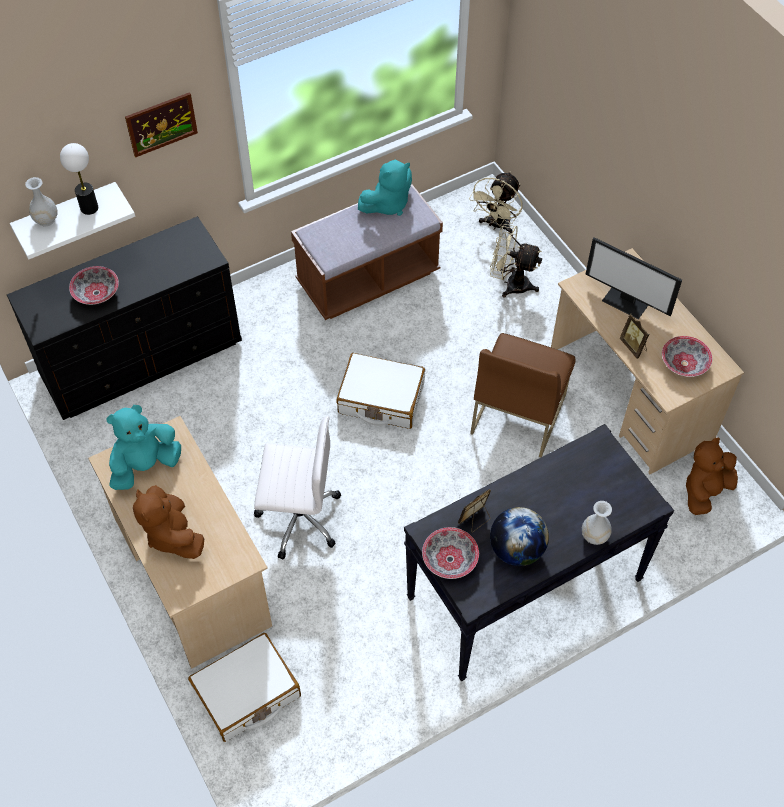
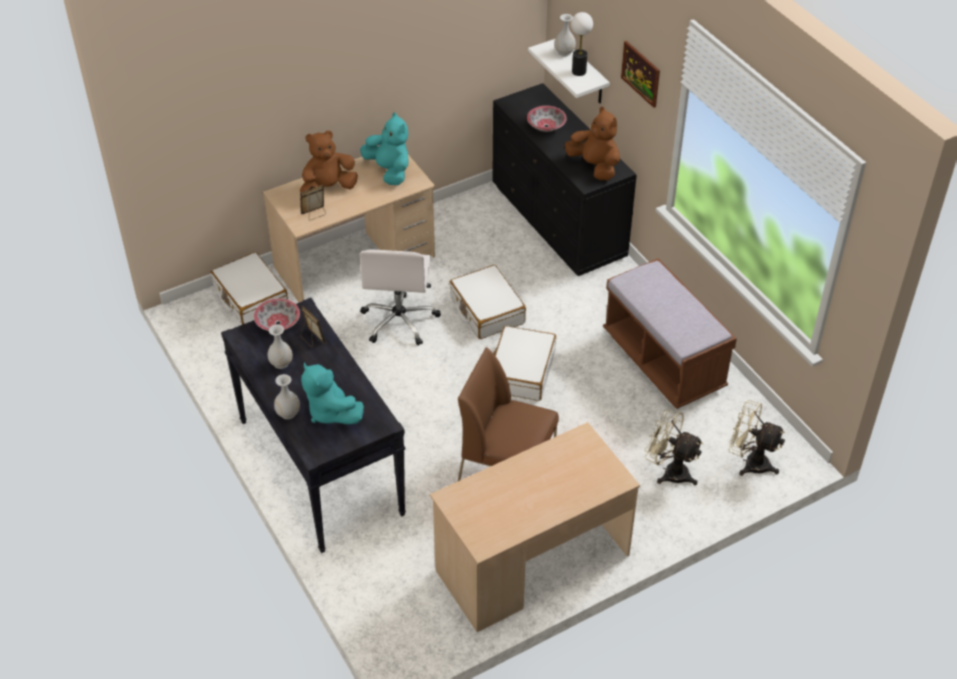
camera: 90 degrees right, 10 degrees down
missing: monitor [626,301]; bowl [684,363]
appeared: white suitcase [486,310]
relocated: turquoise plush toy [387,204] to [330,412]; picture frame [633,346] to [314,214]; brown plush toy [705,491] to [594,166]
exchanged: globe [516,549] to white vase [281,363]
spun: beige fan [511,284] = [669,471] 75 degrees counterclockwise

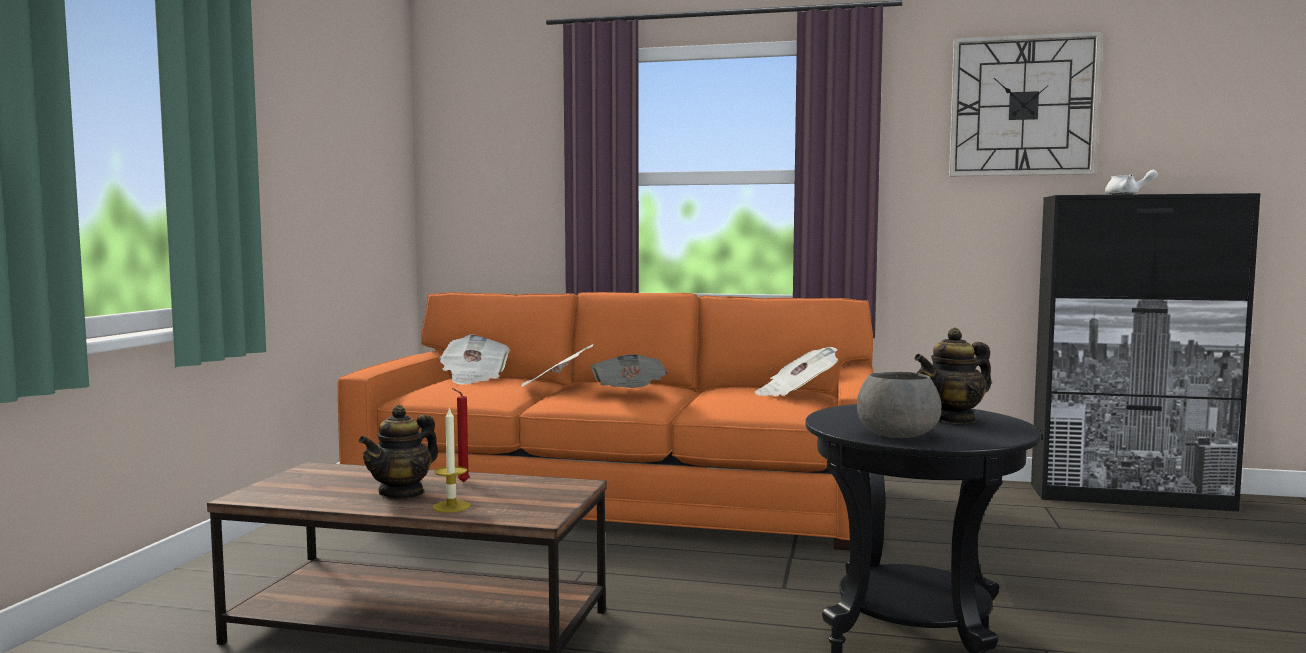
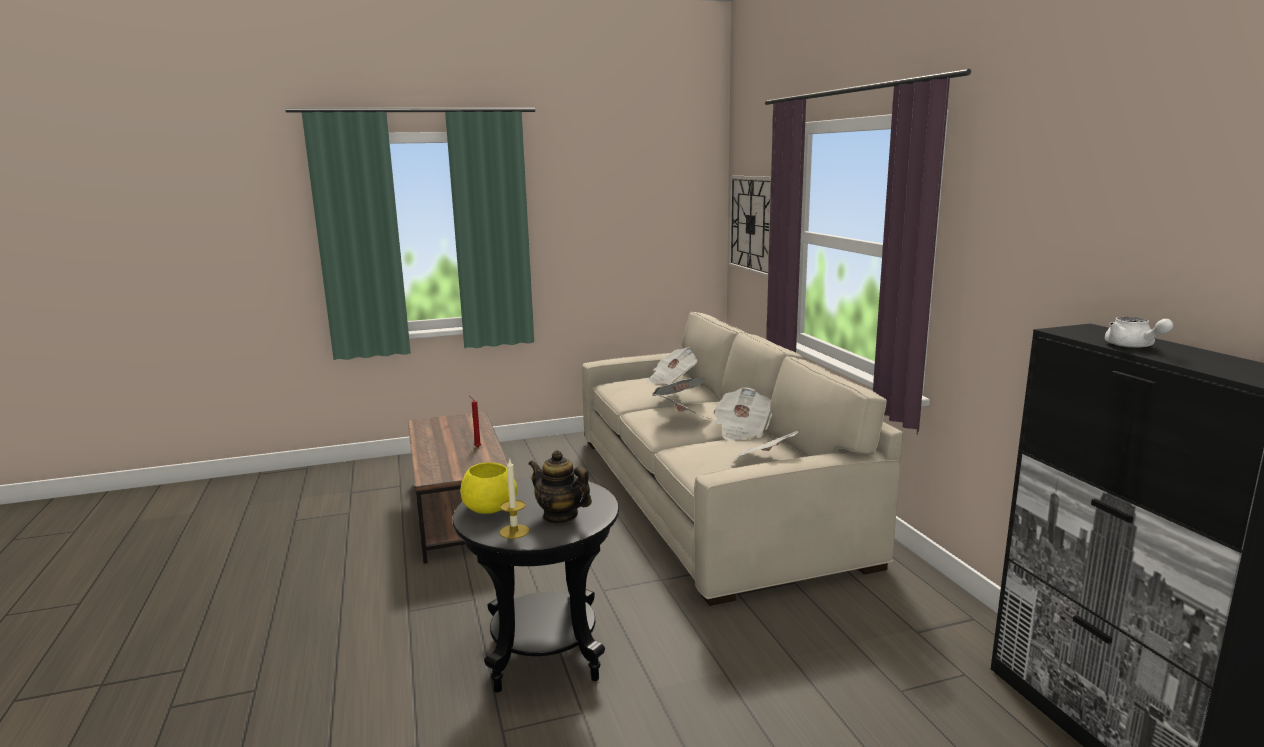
camera: 60 degrees right, 10 degrees up
missing: teapot [402,493]
appeared: newspaper [742,430]
relocated: wall clock [1023,106] to [752,224]; candle [451,506] to [514,531]
colour: orange sofa [621,498] to beige sofa [709,495]; grey bowl [896,434] to yellow bowl [489,507]

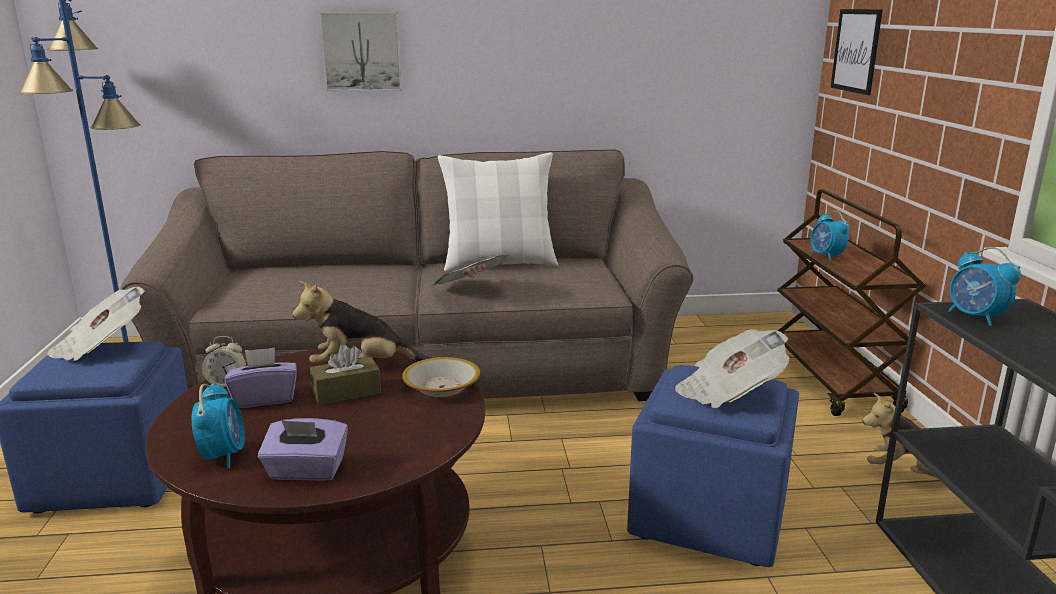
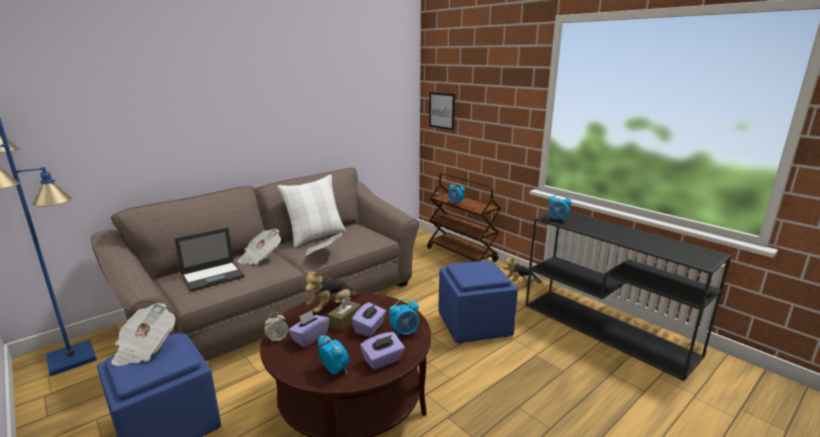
camera: 35 degrees left, 0 degrees up
missing: picture [362,51]; bowl [441,388]
appeared: laptop [213,276]; alarm clock [405,333]; purple tissue box [370,328]
relocated: newspaper [729,392] to [260,257]

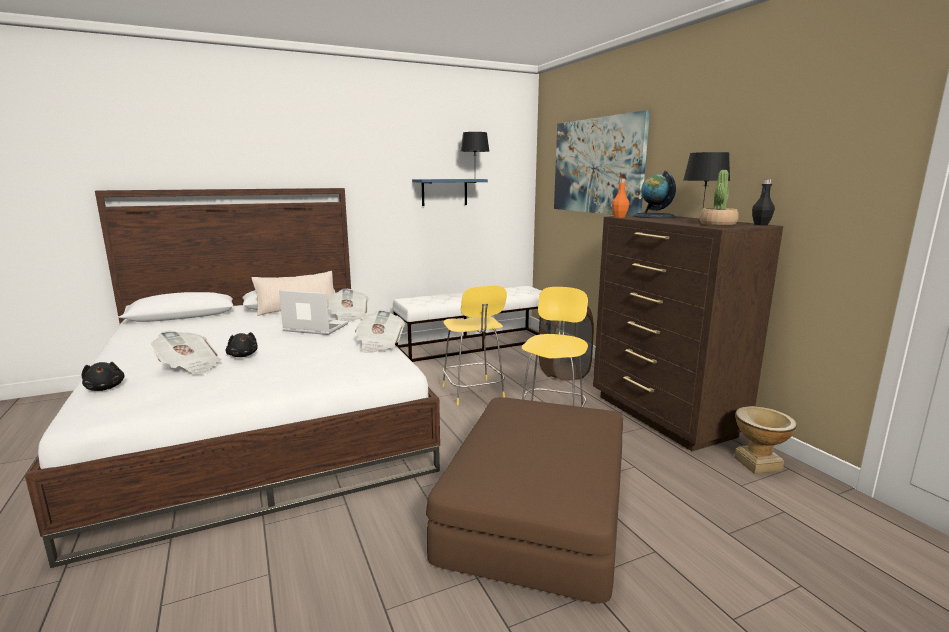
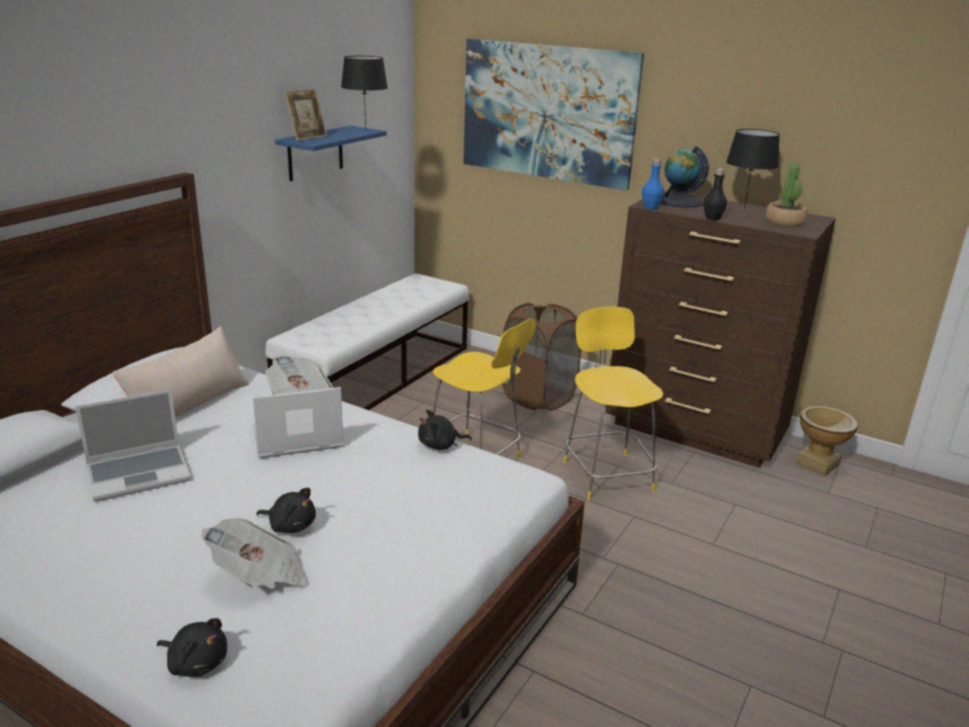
camera: 35 degrees left, 10 degrees up
missing: brown ottoman [537,507]
appeared: picture frame [307,137]; laptop [140,473]
relocated: black bottle [761,224] to [712,218]
exchanged: newspaper [379,345] to black plush toy [440,445]
colour: orange bottle [619,217] to blue bottle [651,207]

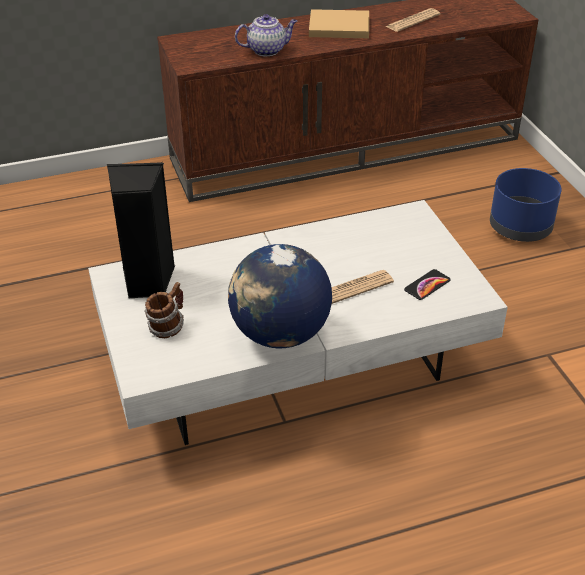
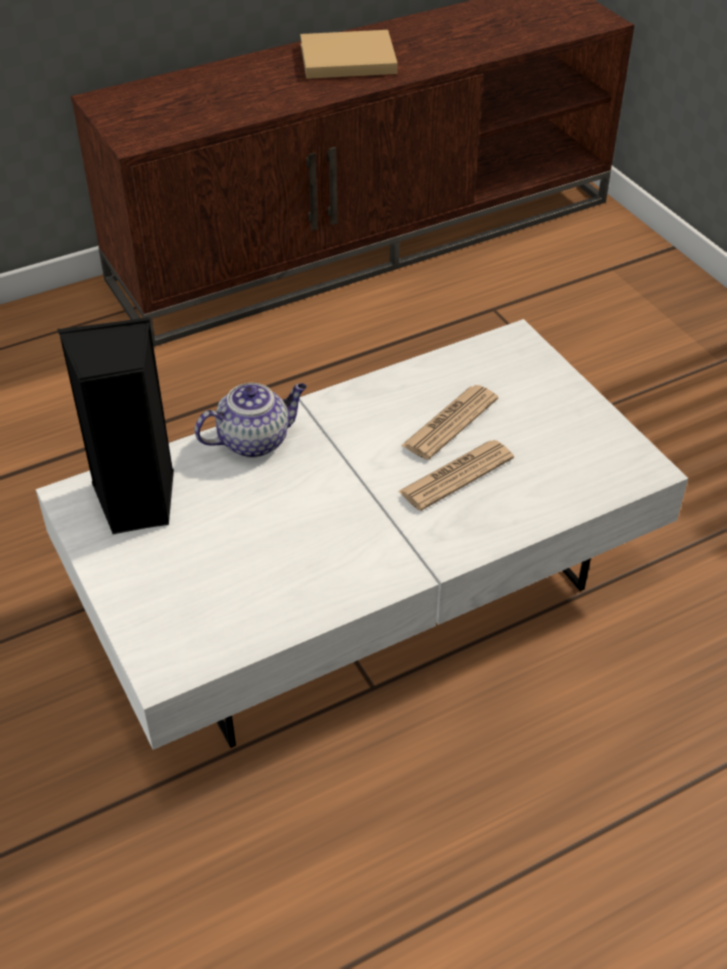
camera: 10 degrees left, 5 degrees up
missing: blue planter [520,228]; globe [280,334]; phone [427,285]; mug [167,327]
relocated: newspaper [413,21] to [450,423]; teapot [267,50] to [255,440]

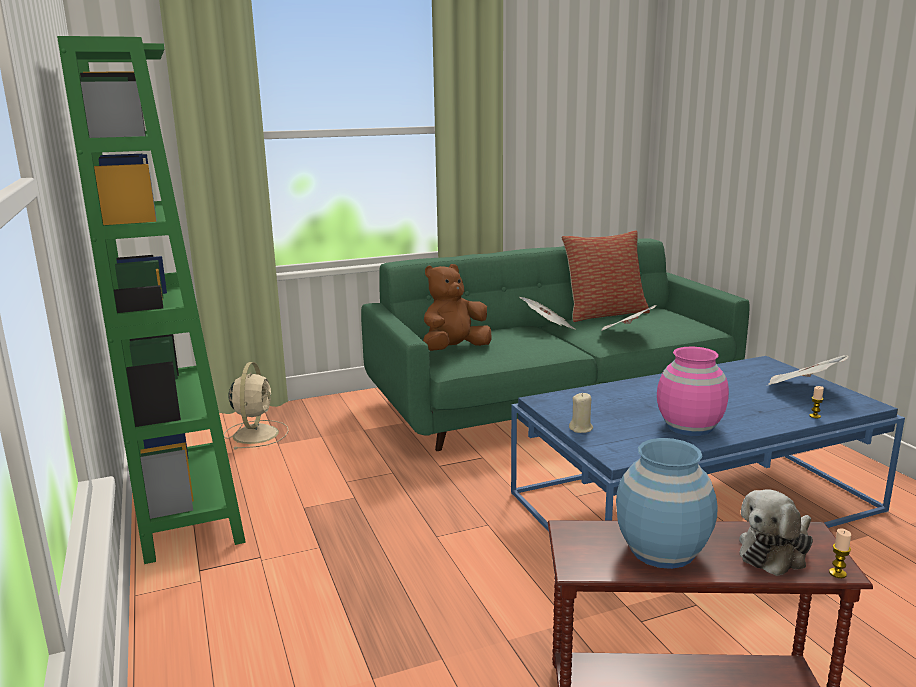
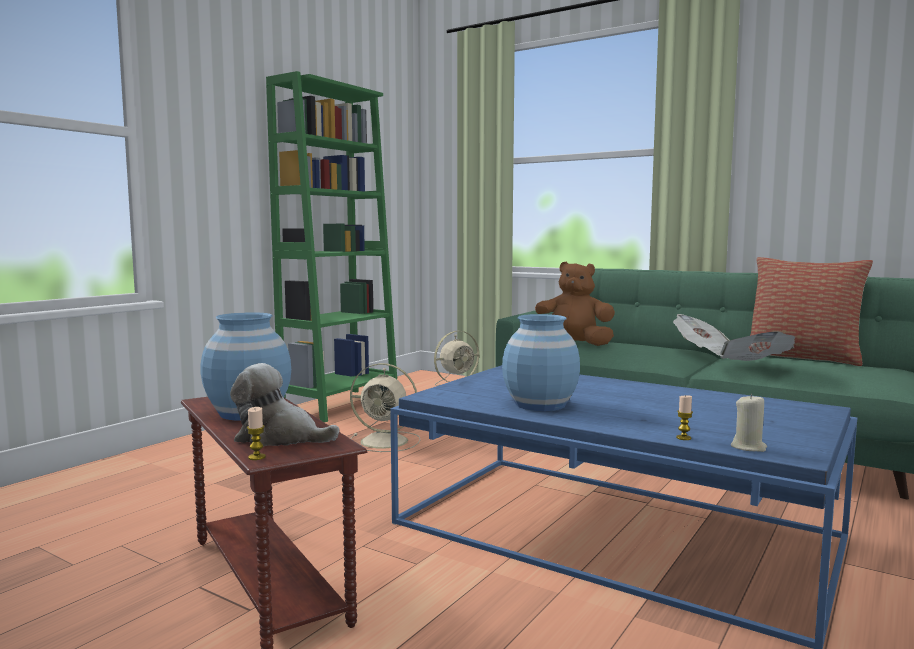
camera: 55 degrees right, 10 degrees down
missing: newspaper [801,389]
appeared: beige fan [386,441]
relocated: beige candle [581,428] to [748,447]
colour: pink vase [689,426] to blue vase [540,404]

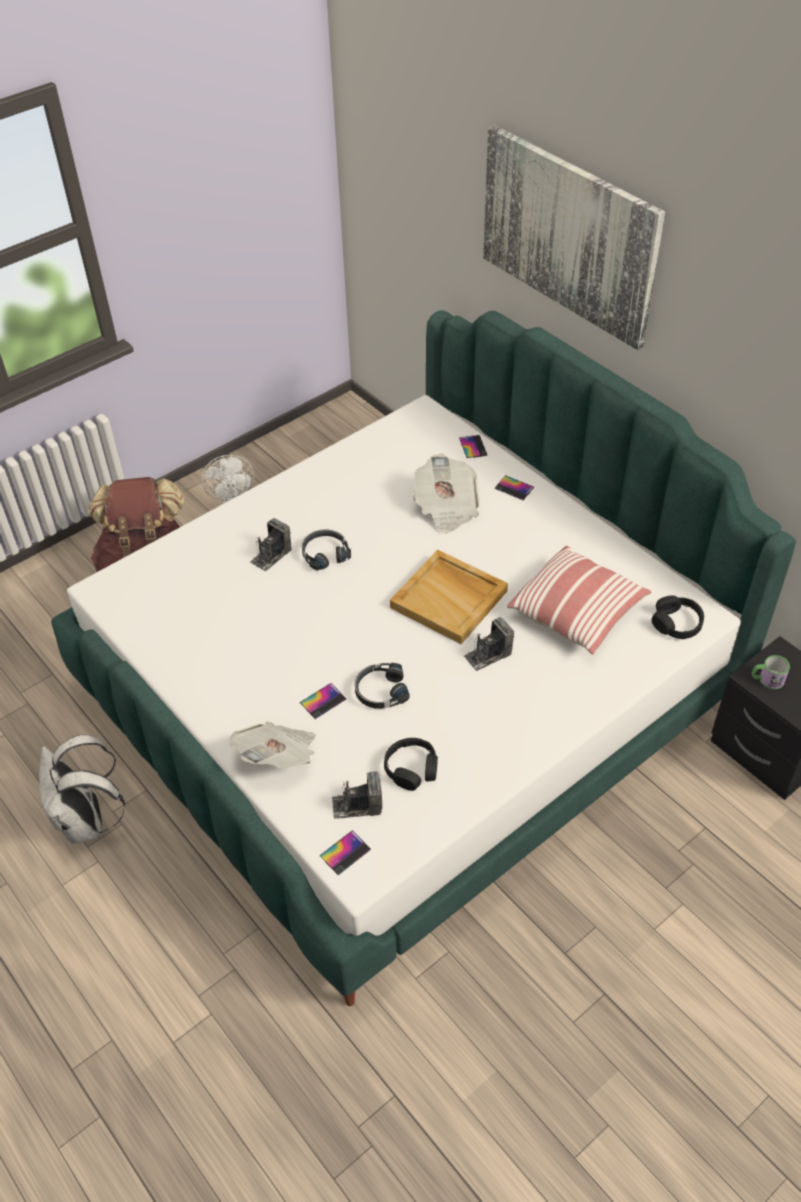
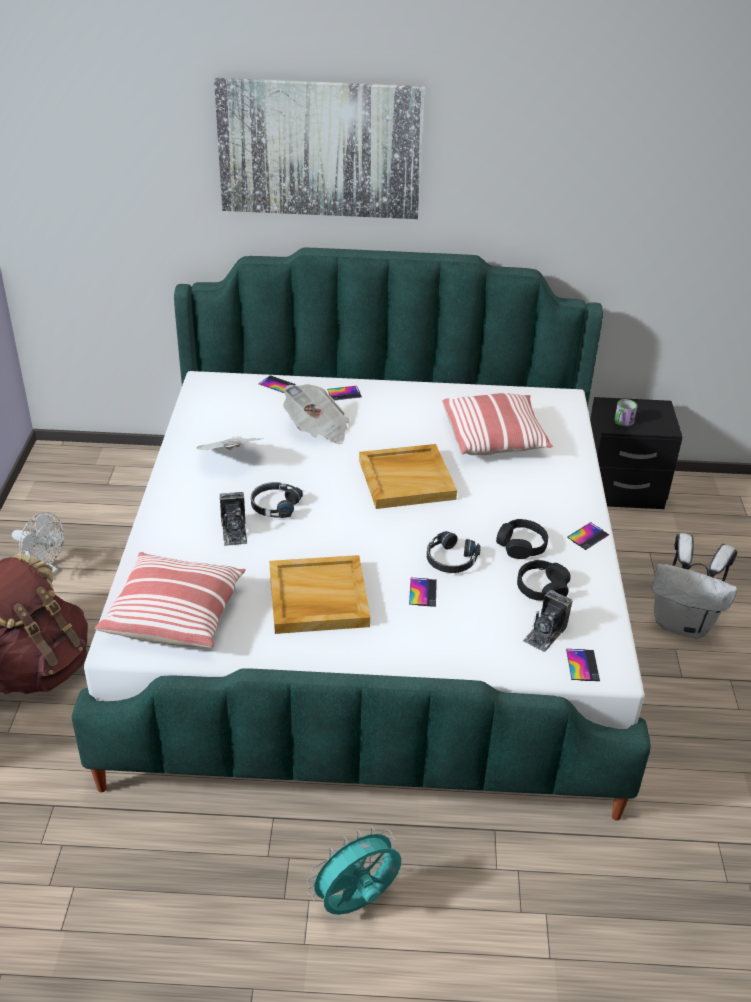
camera: 50 degrees left, 10 degrees down
missing: photo camera [488,655]
appeared: phone [588,536]; pillow [175,614]; beige tray [317,598]; turquoise fan [357,903]
relocated: black headphones [676,623] to [521,545]; newspaper [278,757] to [230,458]; white backpack [87,822] to [683,624]

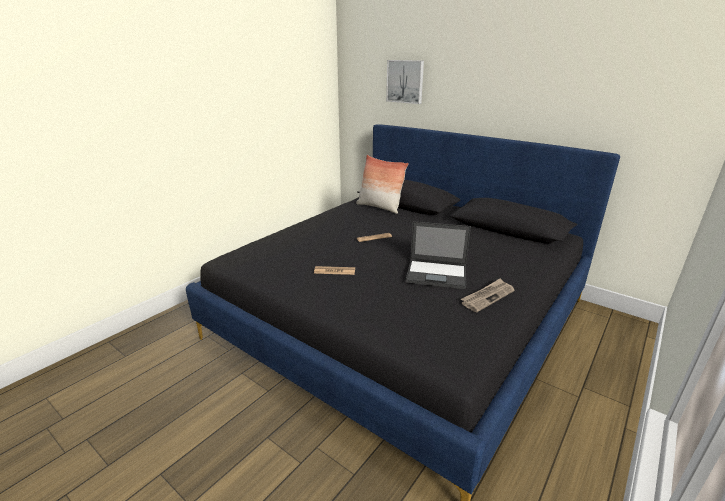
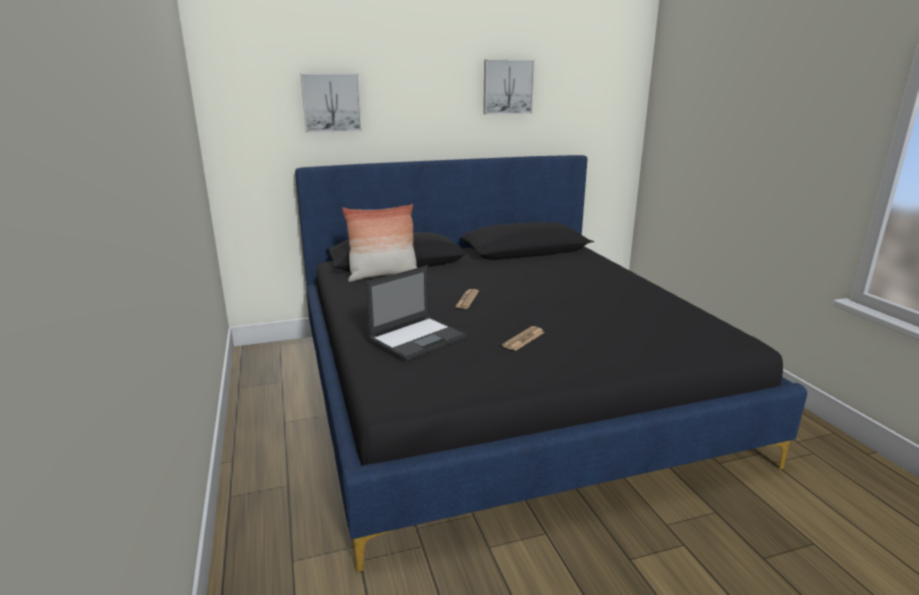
camera: 55 degrees left, 5 degrees down
missing: newspaper [487,296]
appeared: picture [507,87]
relocated: laptop [437,274] to [418,338]

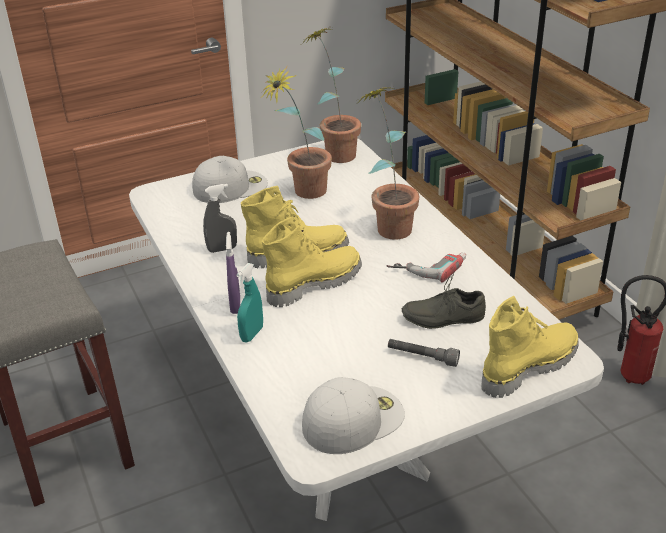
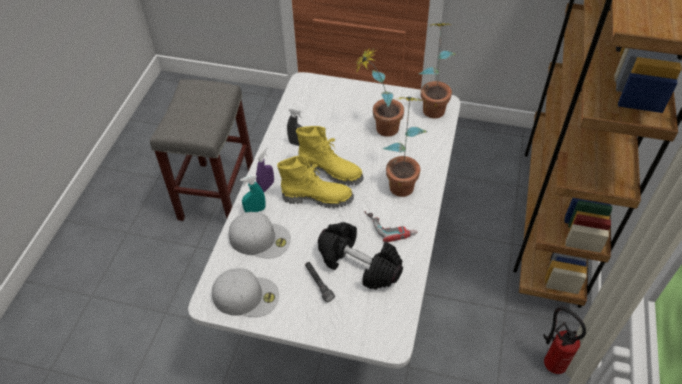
camera: 40 degrees right, 15 degrees up
missing: yellow boot [528,367]
relocated: white cap [230,186] to [260,238]
exchanged: grey shoe [442,316] to black dumbbell [359,265]

